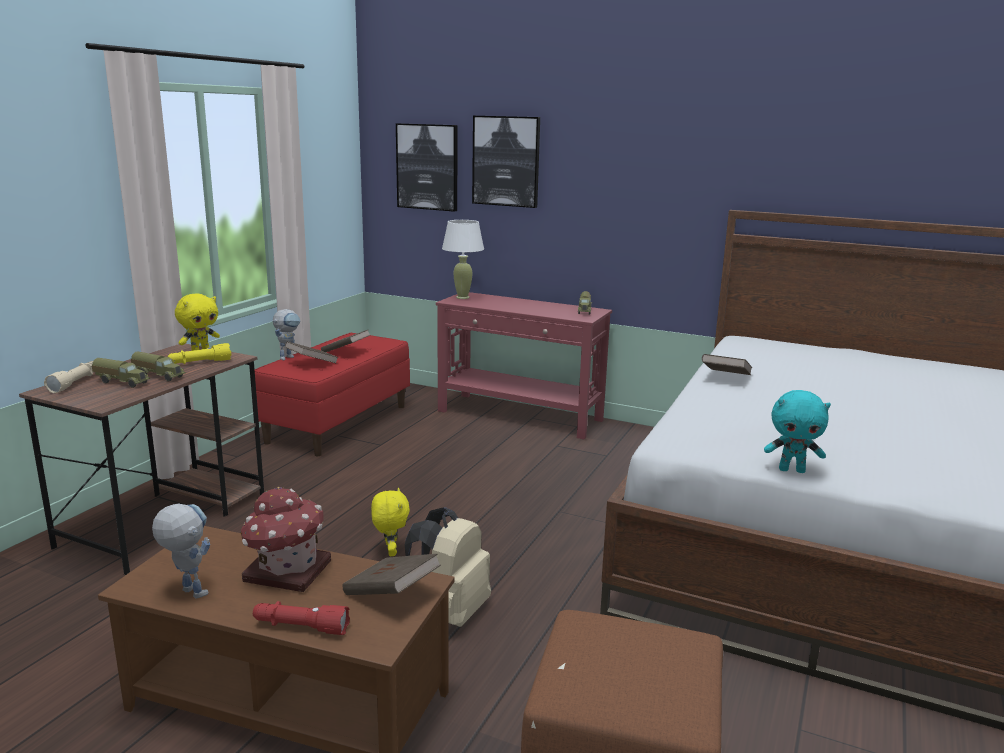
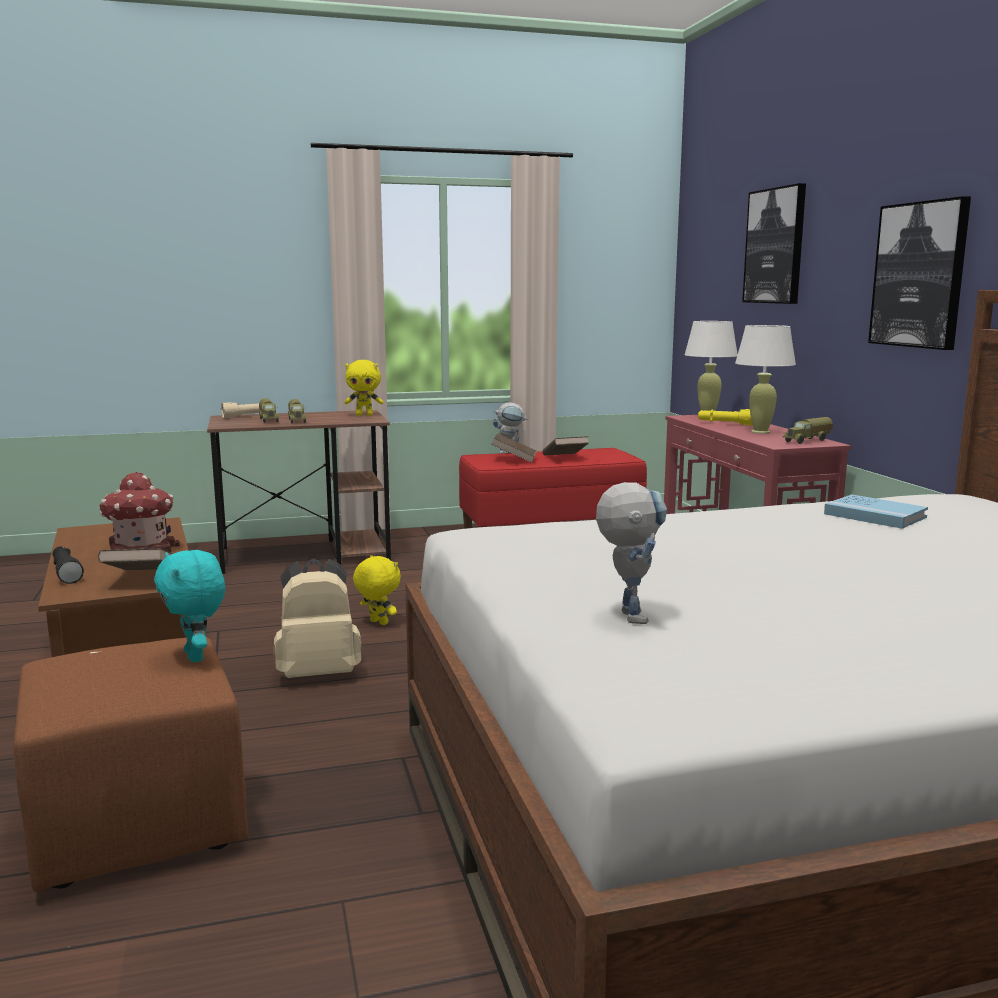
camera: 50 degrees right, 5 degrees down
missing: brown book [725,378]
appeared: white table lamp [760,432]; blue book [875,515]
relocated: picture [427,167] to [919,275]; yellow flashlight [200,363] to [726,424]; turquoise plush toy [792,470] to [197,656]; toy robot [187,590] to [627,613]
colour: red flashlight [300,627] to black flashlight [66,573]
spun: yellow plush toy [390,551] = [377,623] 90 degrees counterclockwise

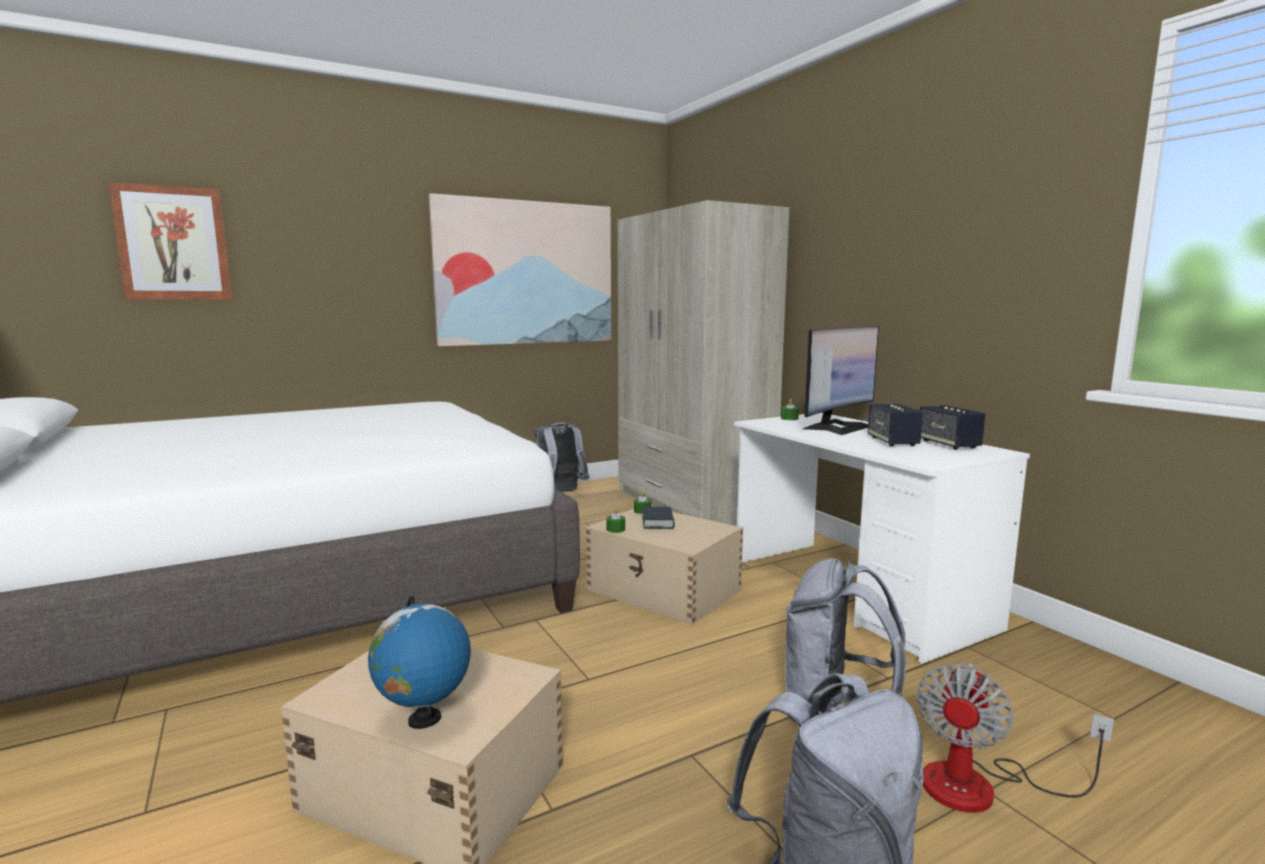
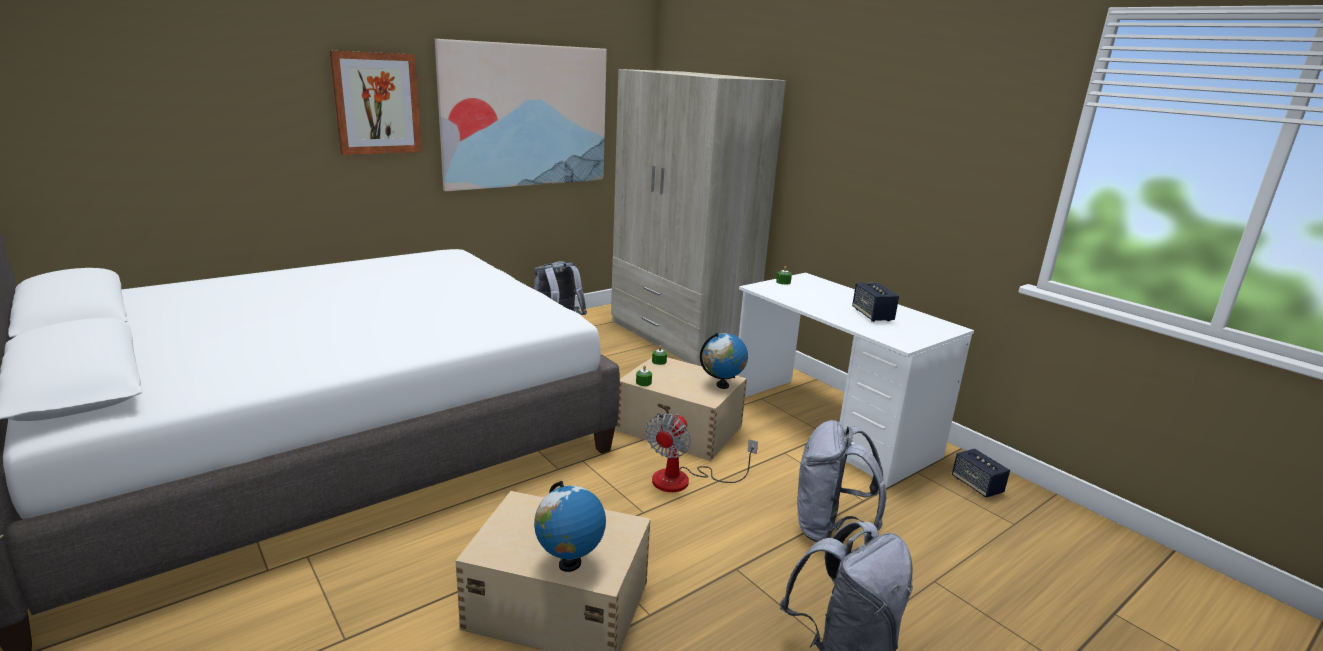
camera: 10 degrees left, 10 degrees up
missing: monitor [837,427]; book [658,522]
appeared: globe [722,385]
relocated: picture [173,243] to [377,103]; speaker [948,444] to [976,485]; fan [981,786] to [684,480]

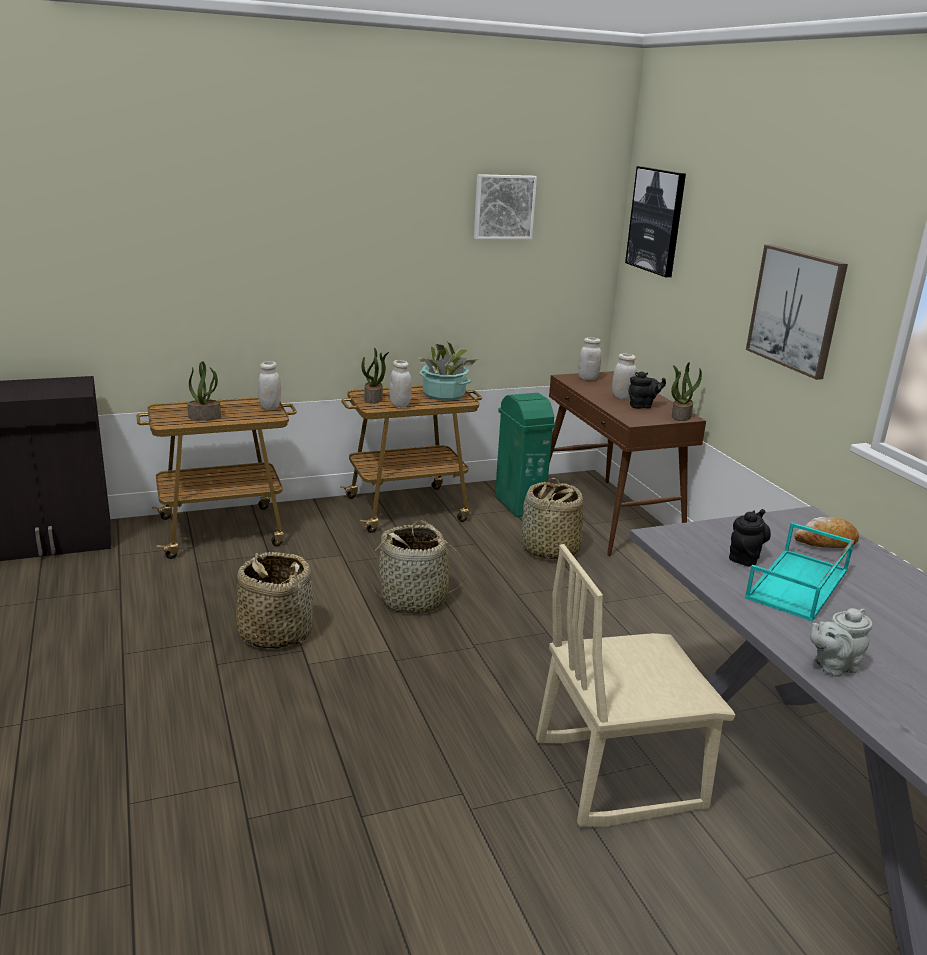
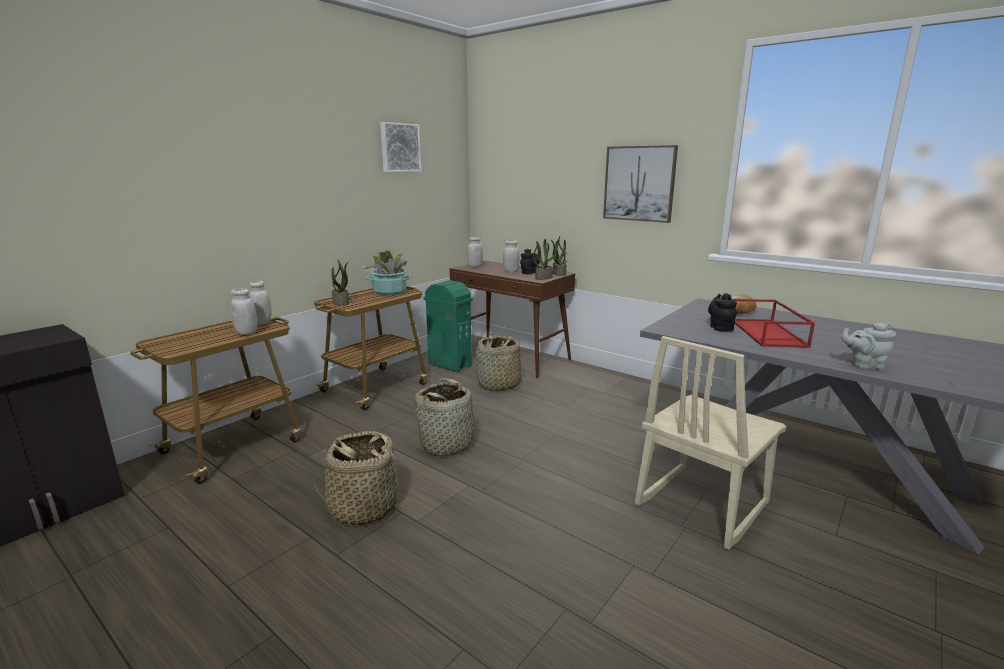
camera: 30 degrees left, 5 degrees down
missing: picture [656,220]
relocated: white jar [400,405] to [246,332]; potted plant [205,417] to [543,277]
colour: turquoise tray [798,585] to red tray [769,333]
spun: grey teapot [832,666] = [864,365] 60 degrees clockwise

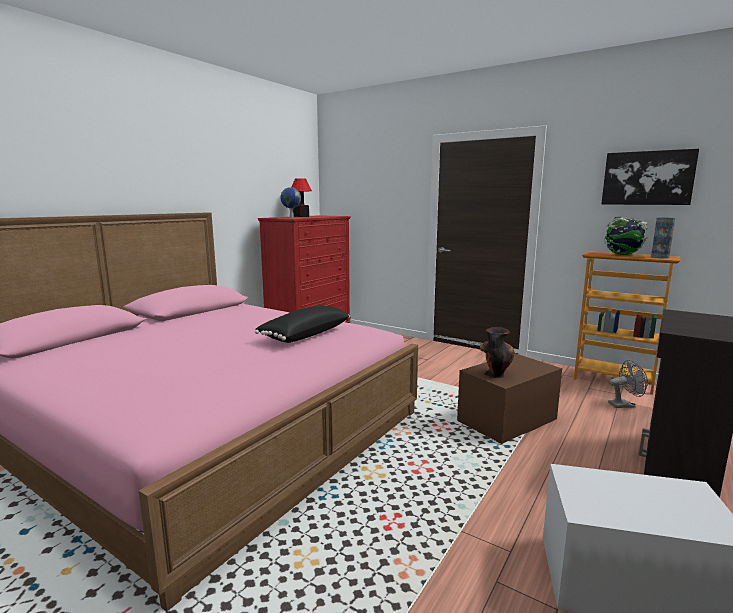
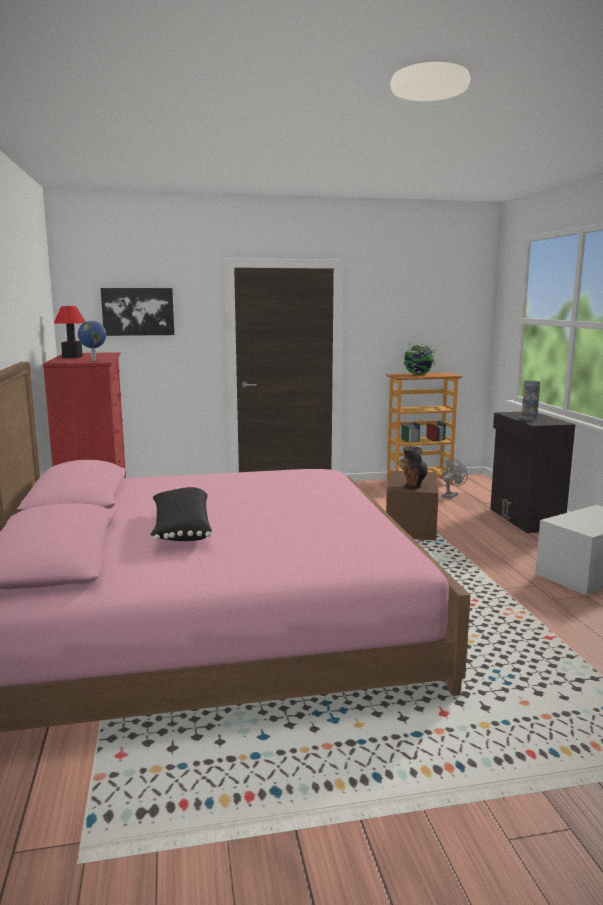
camera: 45 degrees left, 0 degrees up
relocated: picture [647,178] to [138,311]; vase [660,257] to [529,419]; black pillow [304,335] to [181,529]

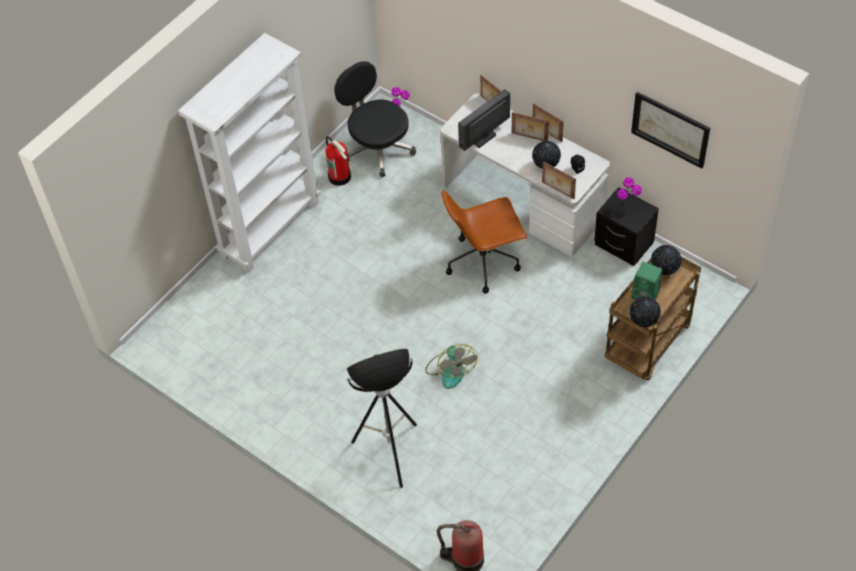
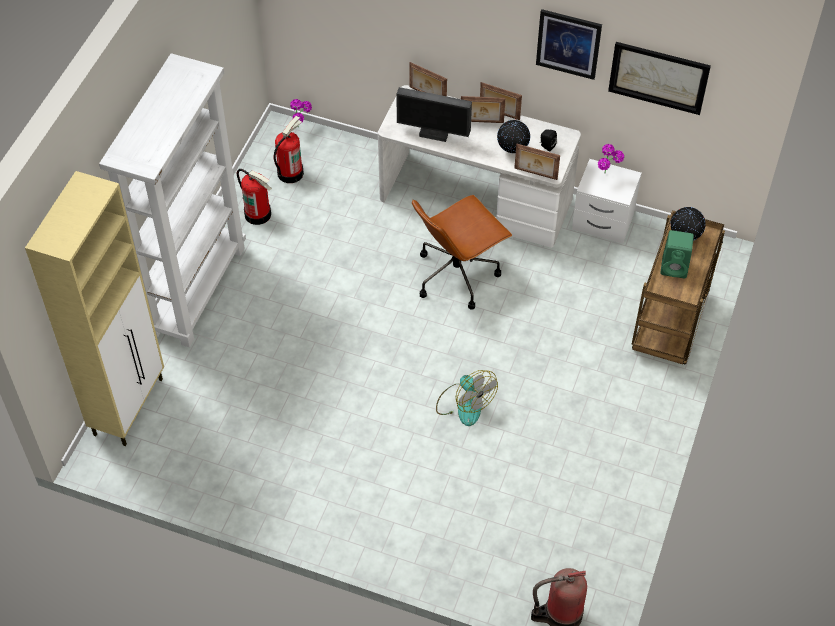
camera: 20 degrees left, 0 degrees up
missing: globe [643,323]; floor lamp [390,453]
appeared: picture [568,43]; beige cabinet [129,406]
exchanged: black office chair [377,148] to fire extinguisher [290,173]
colour: black nightstand [623,244] to white nightstand [602,222]
spun: monitor [485,140] = [433,135] 105 degrees counterclockwise

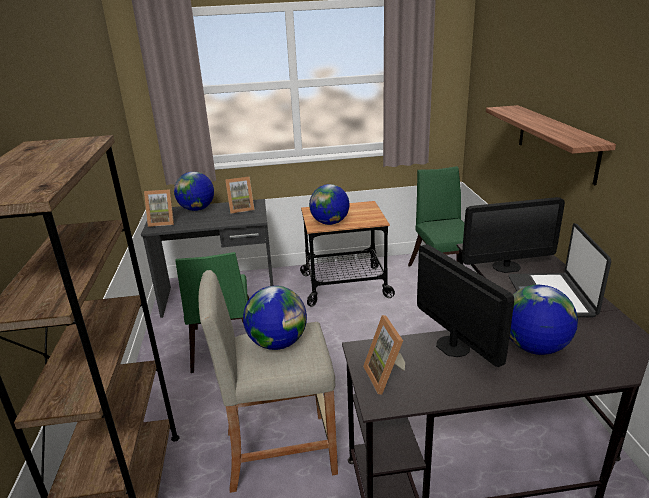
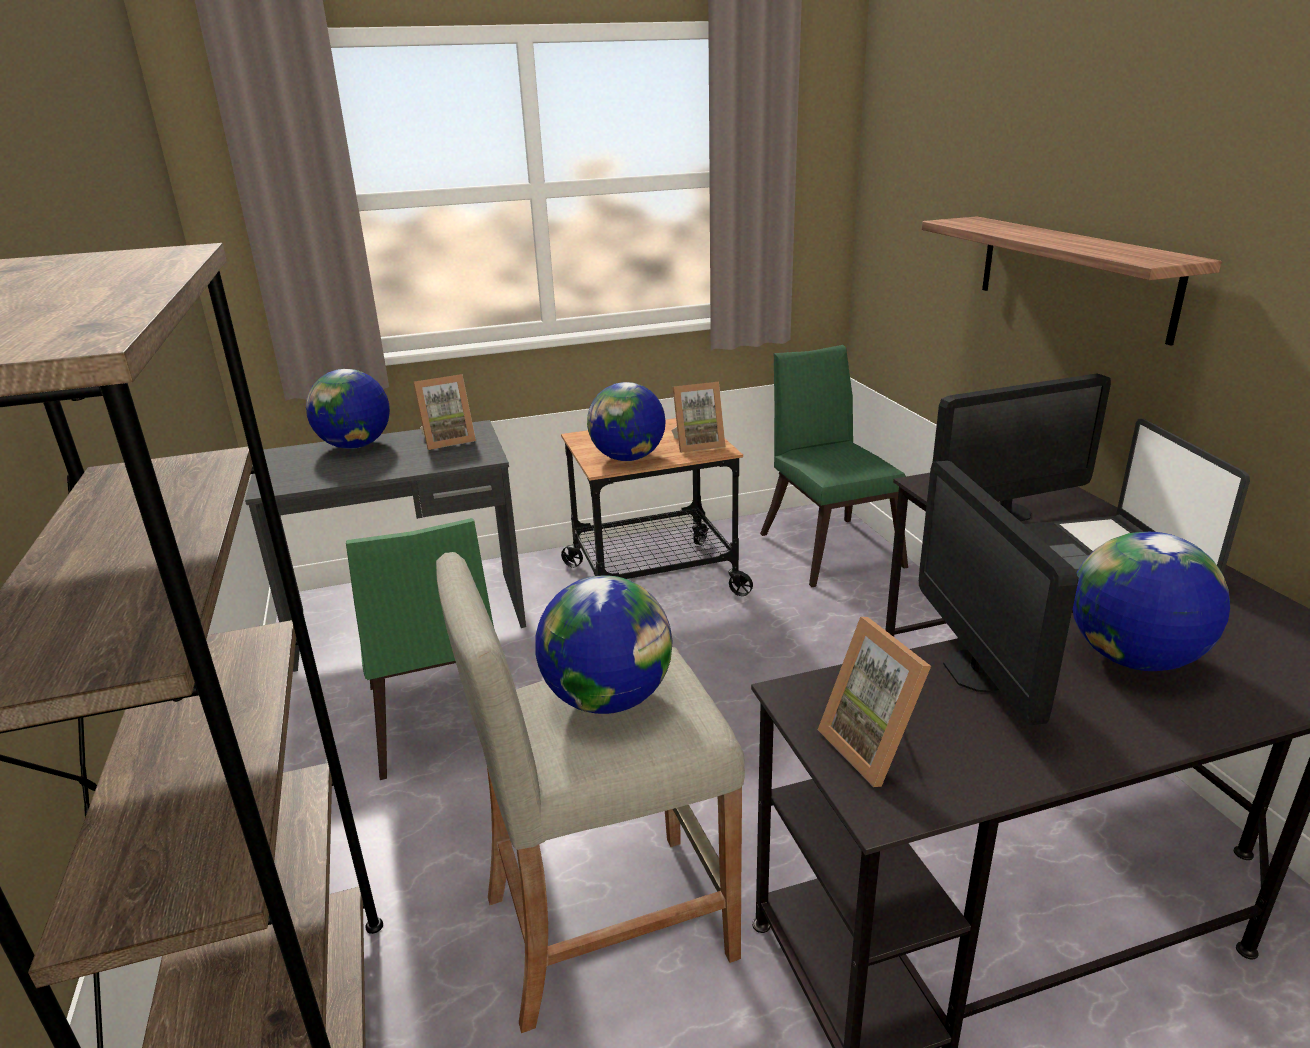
camera: 10 degrees left, 0 degrees up
relocated: picture frame [162,222] to [697,444]
spun: monitor [453,346] = [978,671] 150 degrees counterclockwise

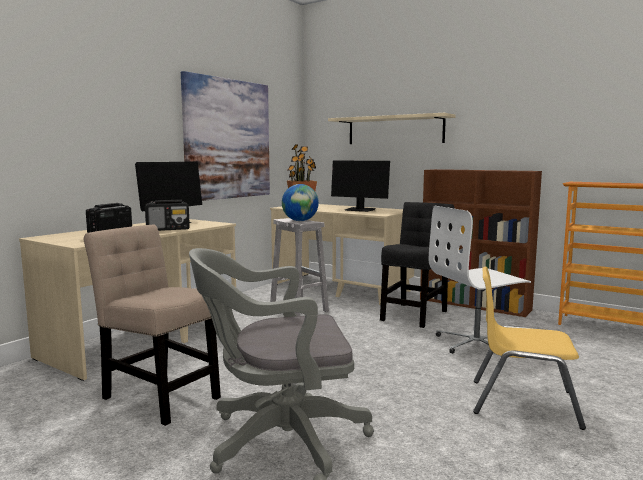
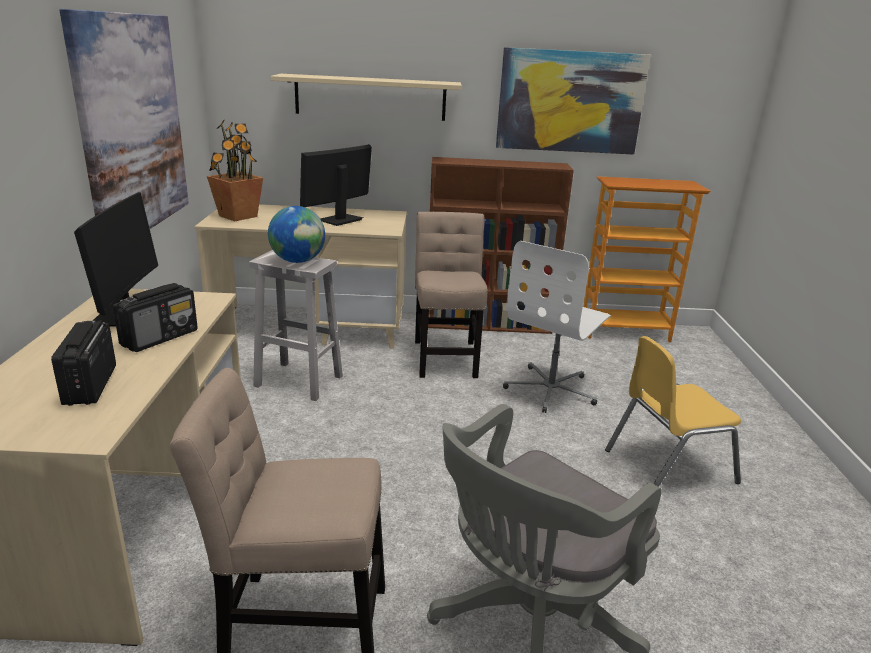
camera: 35 degrees left, 15 degrees up
appeared: picture [570,102]
colour: black chair [415,314] to beige chair [446,356]
spun: monitor [360,210] = [340,220] 135 degrees clockwise

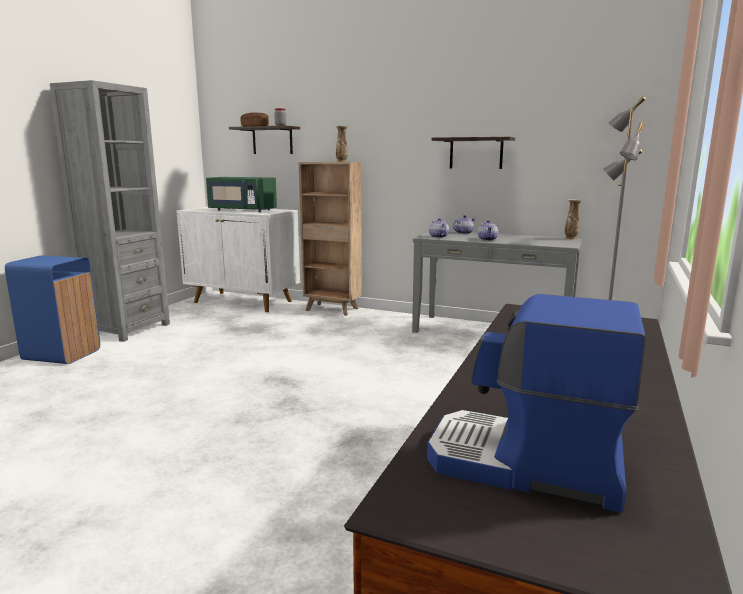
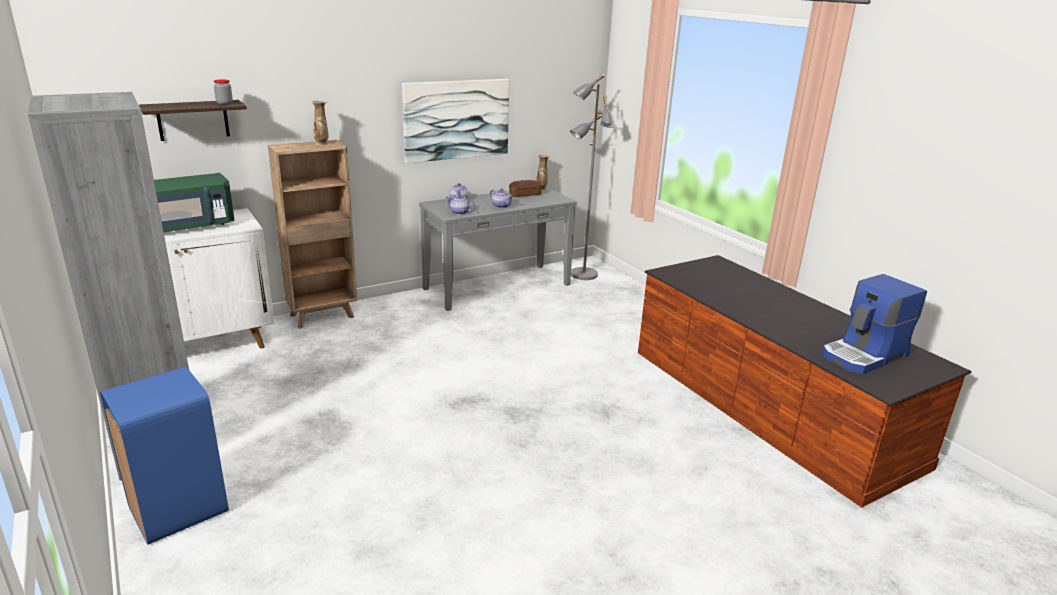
camera: 55 degrees left, 10 degrees up
relocated: bread [254,126] to [525,194]
exchanged: shelf [476,153] to picture [456,119]

